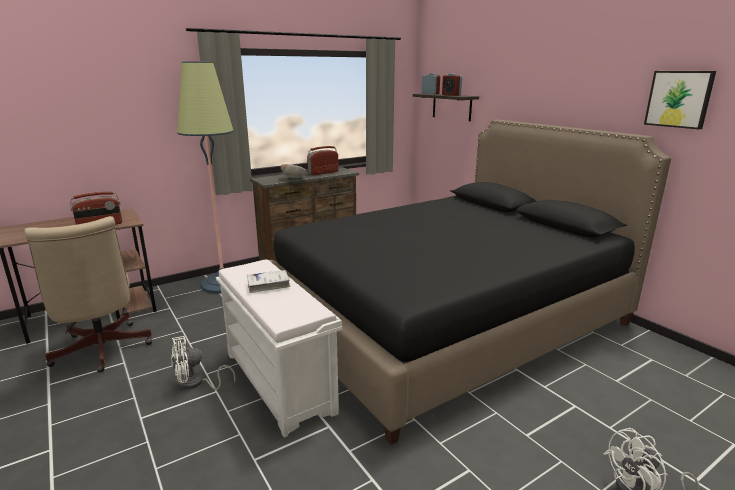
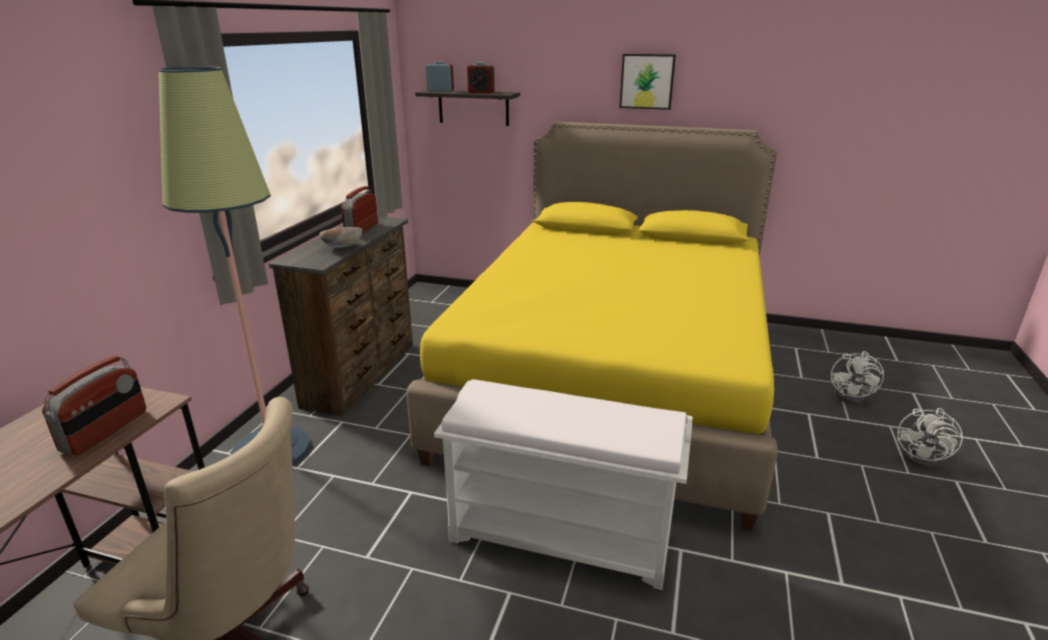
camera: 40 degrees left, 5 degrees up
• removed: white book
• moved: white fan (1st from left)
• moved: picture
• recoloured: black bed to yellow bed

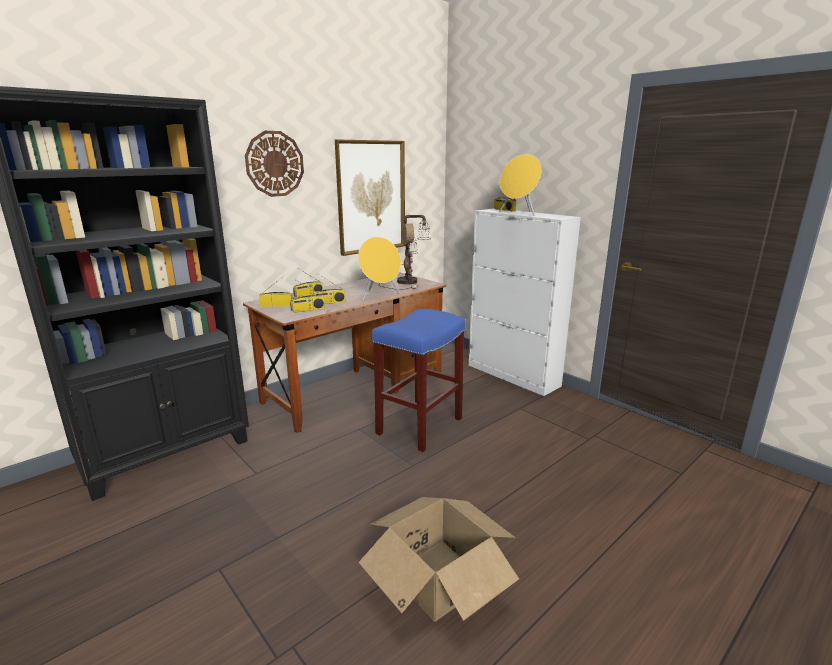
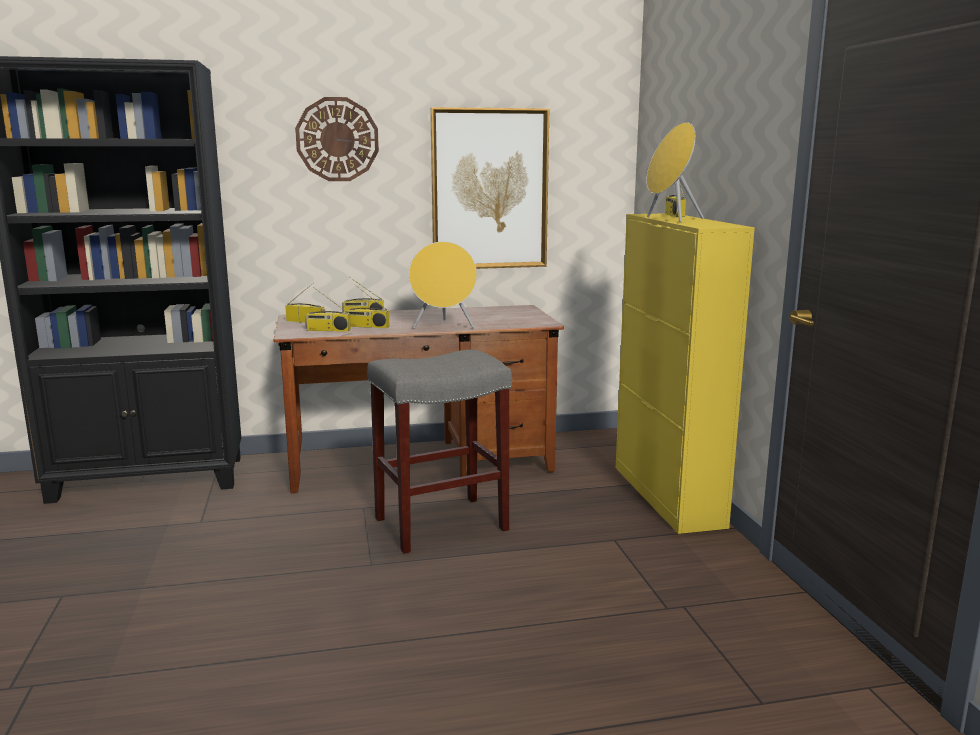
camera: 30 degrees right, 5 degrees down
• removed: cardboard box
• removed: table lamp
• recoloured: blue stool to grey stool
• recoloured: white cabinet to yellow cabinet

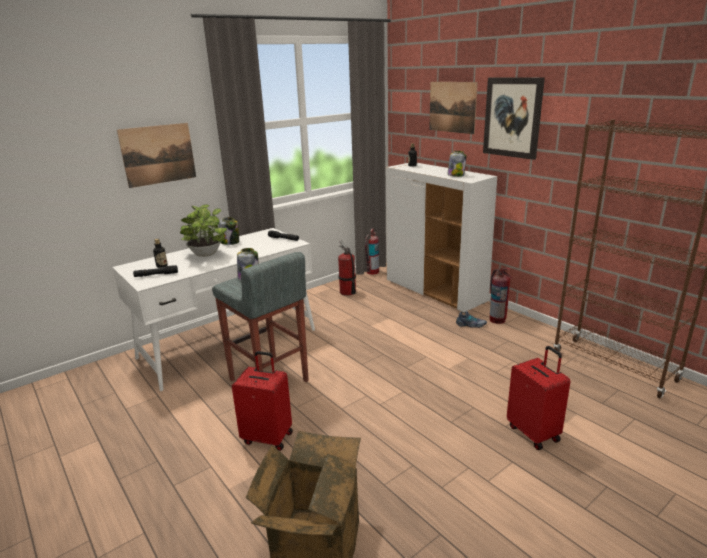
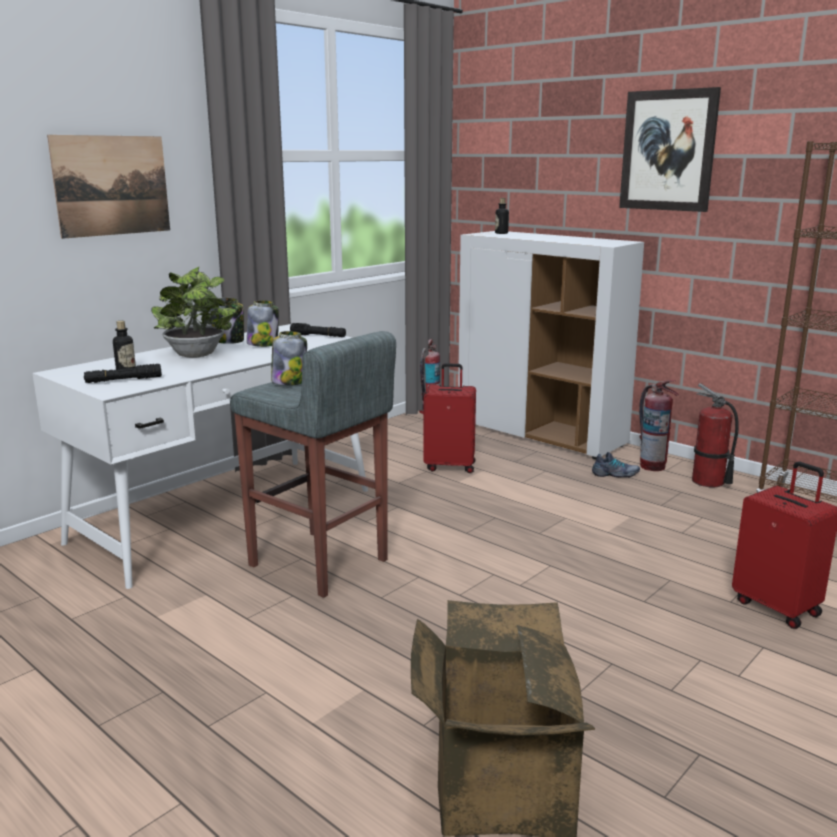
camera: 10 degrees left, 5 degrees down
• removed: picture (2nd from left)
• moved: red suitcase (1st from left)
• moved: fire extinguisher (1st from left in the first image) to fire extinguisher (3rd from left)
• moved: jar (3rd from left in the first image) to jar (2nd from left)

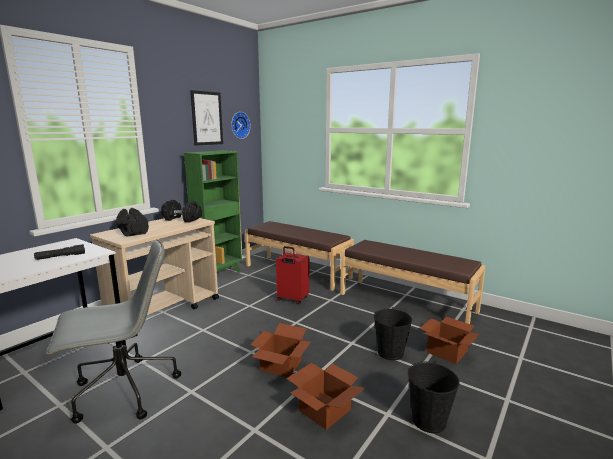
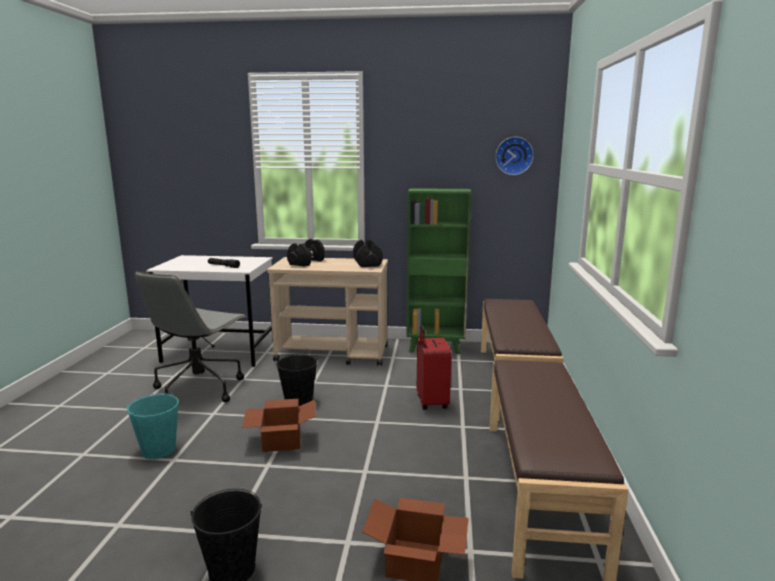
camera: 60 degrees right, 0 degrees up
• removed: picture
• removed: cardboard box (2nd from left)
• added: turquoise bucket
• moved: black bucket (1st from left in the first image) to black bucket (2nd from left)
• turned: grey office chair 75 degrees clockwise

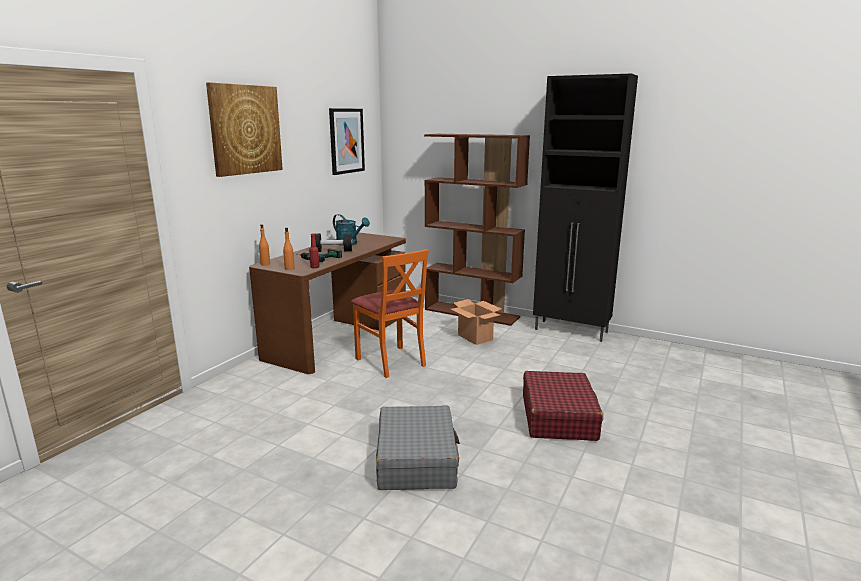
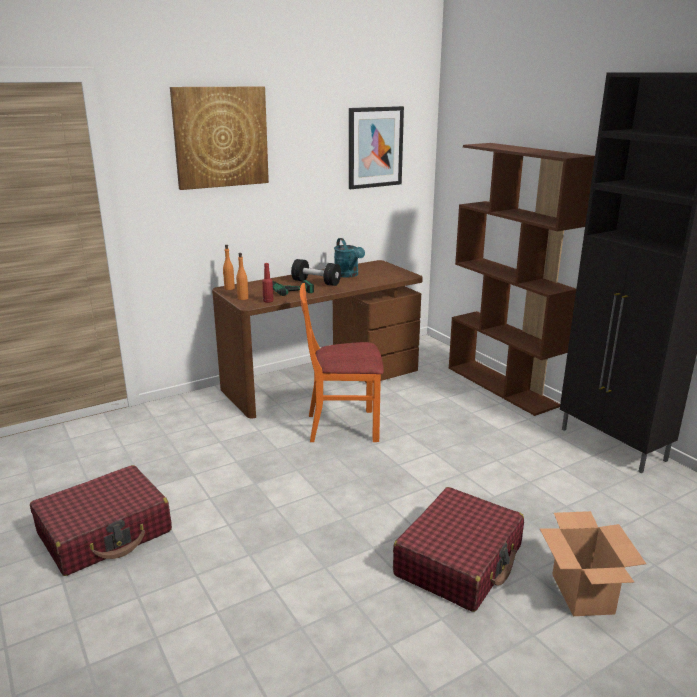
camera: 30 degrees right, 5 degrees up
• removed: grey suitcase
• added: red suitcase (1st from left)
• moved: cardboard box
• turned: orange chair 90 degrees clockwise

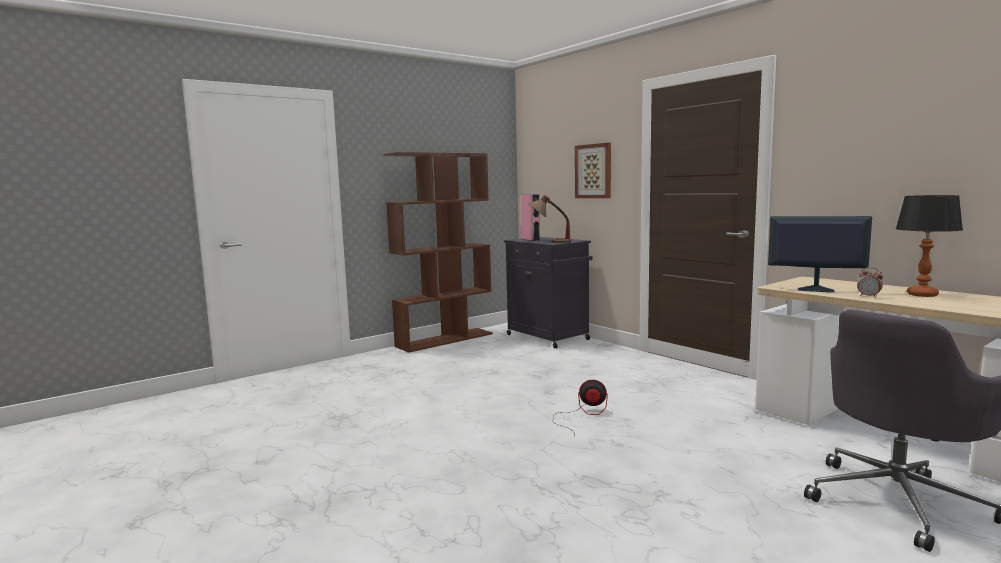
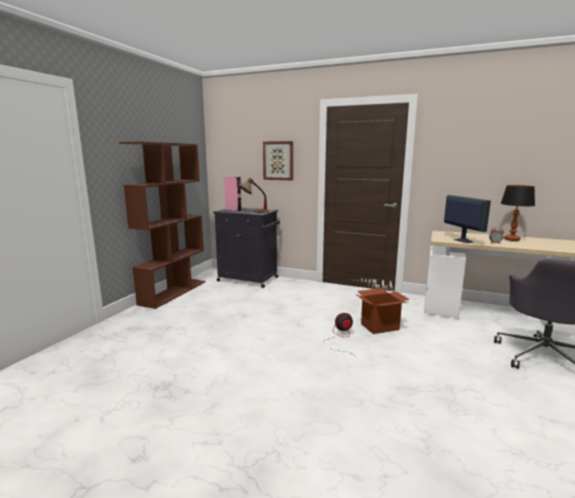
camera: 30 degrees left, 5 degrees up
• added: cardboard box
• turned: monitor 75 degrees clockwise

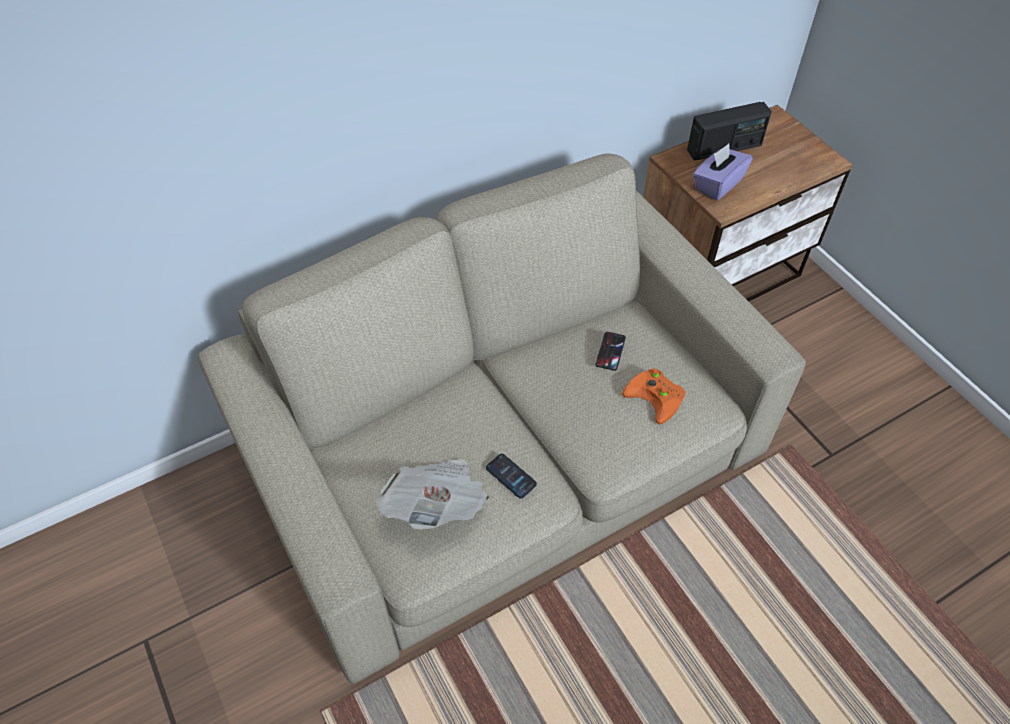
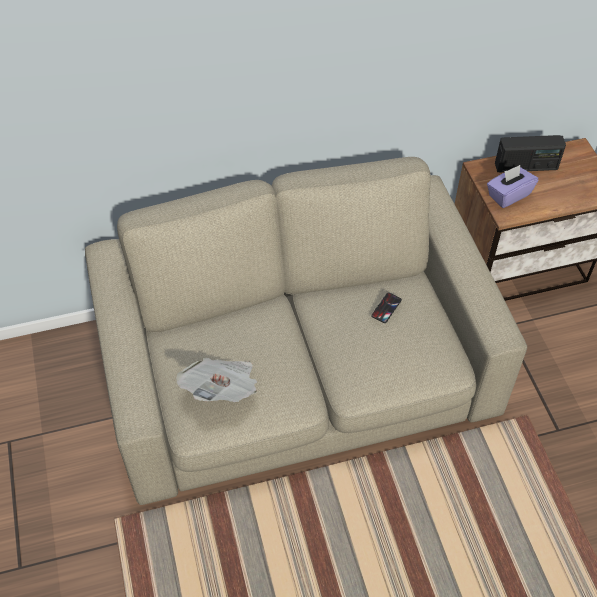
camera: 15 degrees right, 0 degrees up
• removed: phone (1st from left)
• removed: orange game controller

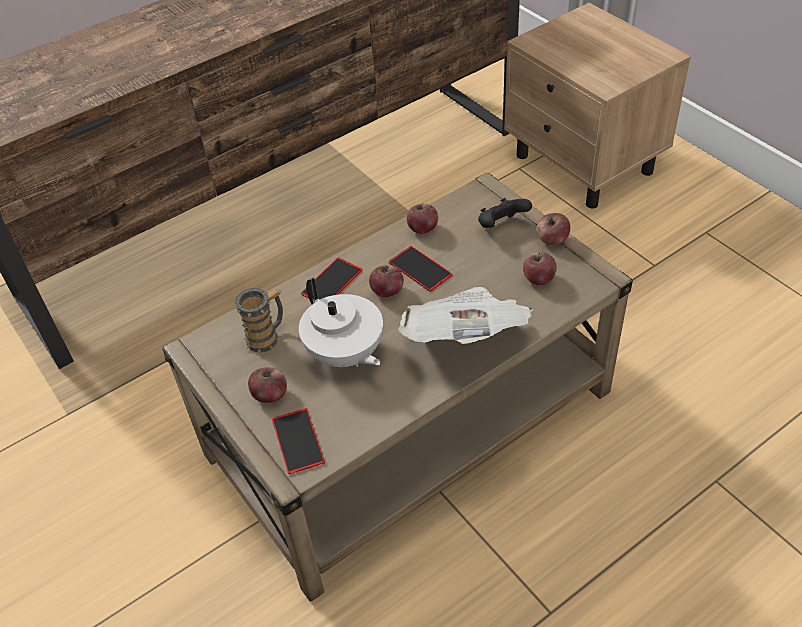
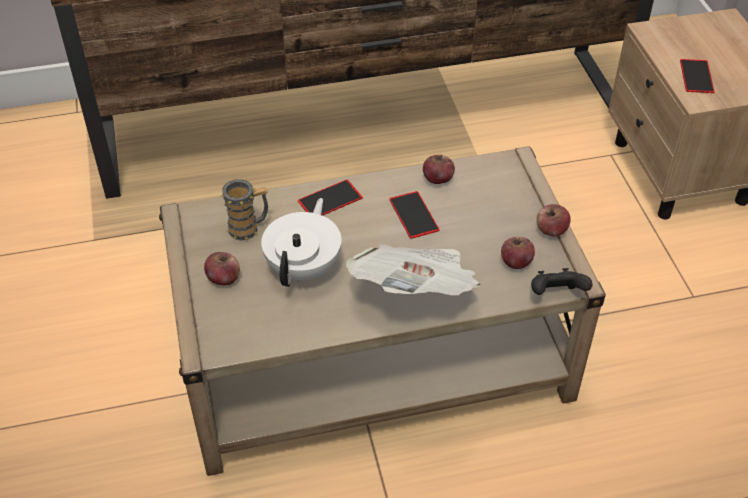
camera: 20 degrees right, 0 degrees up
• removed: apple (2nd from left)
• moved: phone (1st from left in the first image) to phone (3rd from left)
• moved: black game controller
• turned: white teapot 150 degrees counterclockwise

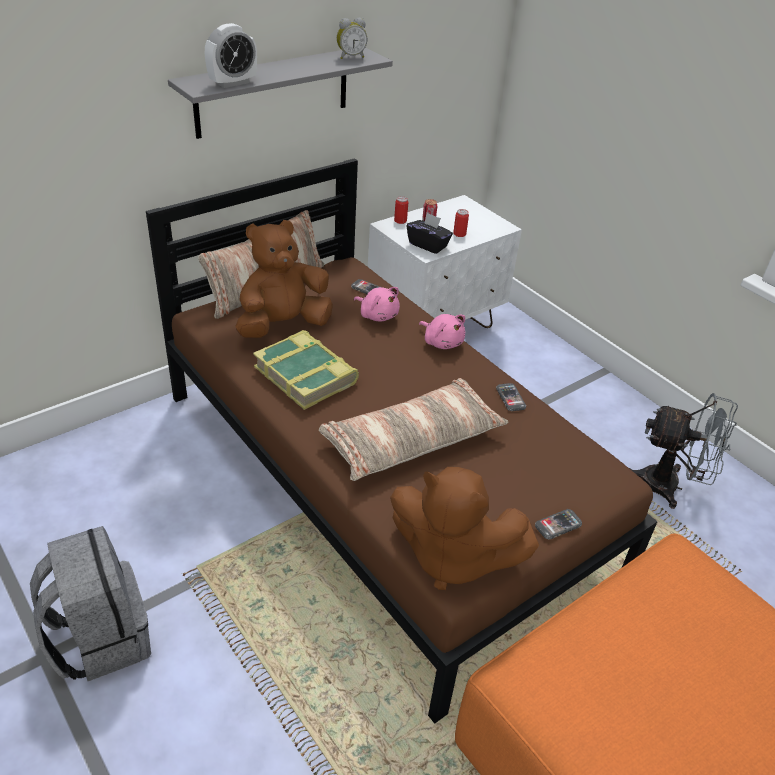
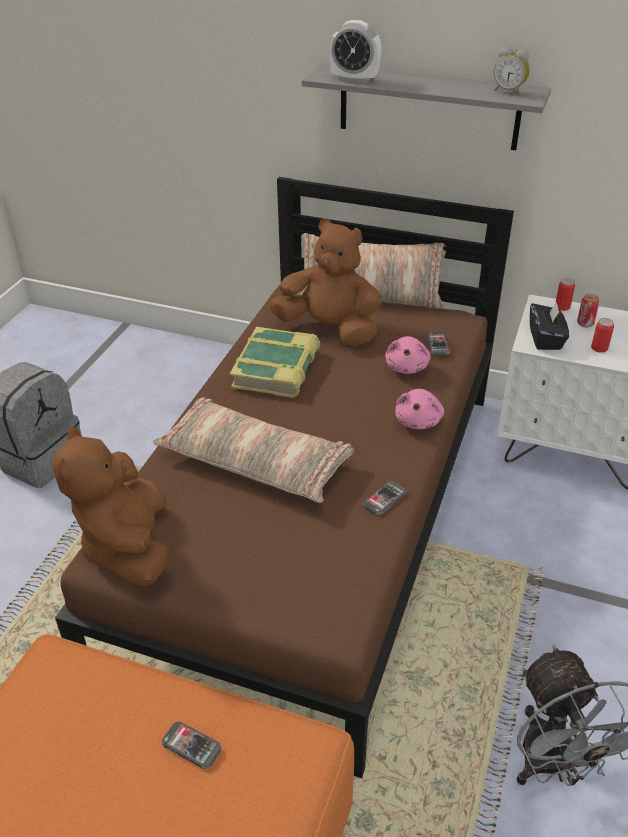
camera: 60 degrees right, 0 degrees up
• moved: phone (3rd from left in the first image) to phone (1st from left)

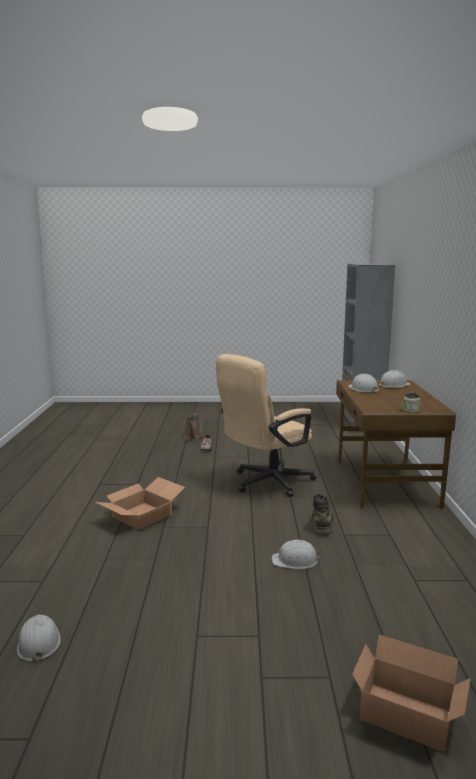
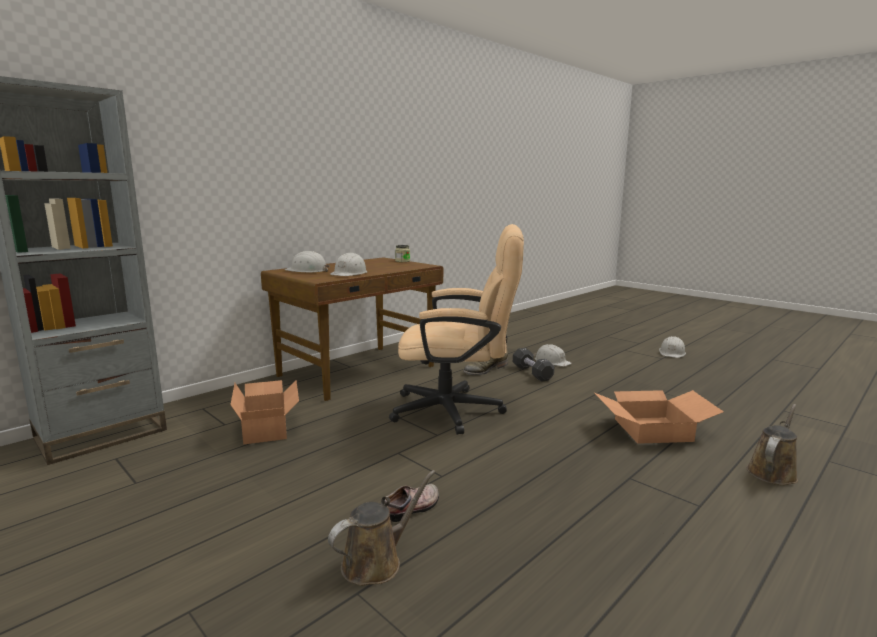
camera: 135 degrees left, 0 degrees up
• added: black dumbbell
• added: brown watering can (2nd from left)
• moved: white hard hat (1st from left in the first image) to white hard hat (4th from left)
• moved: cardboard box (2nd from left in the first image) to cardboard box (1st from left)

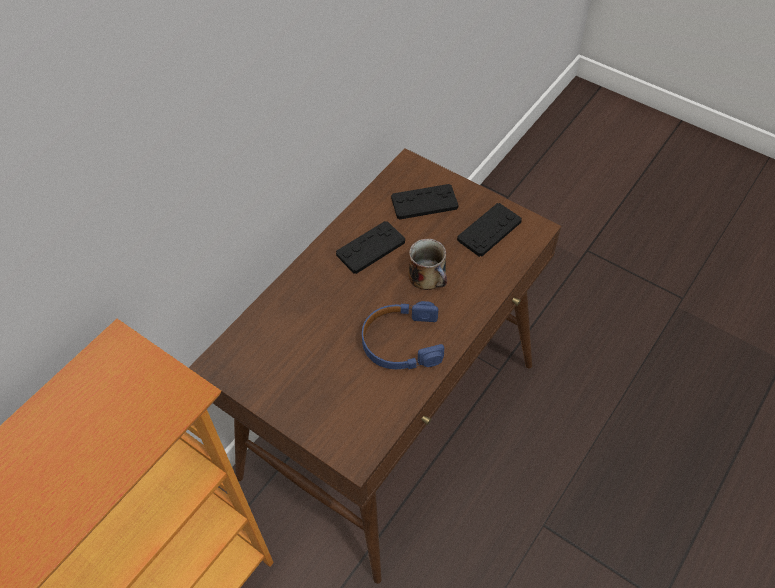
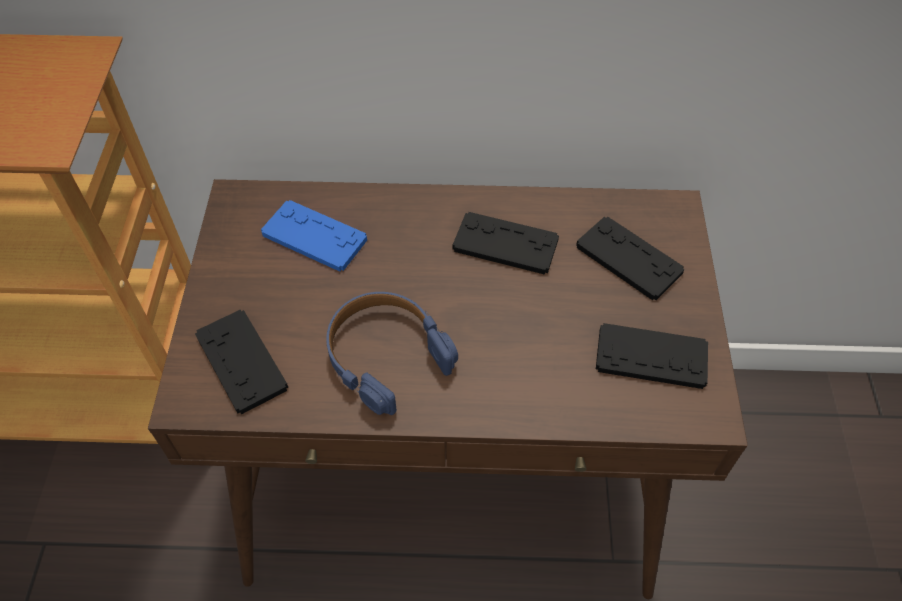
camera: 55 degrees right, 0 degrees up
• removed: mug
• added: black game controller (1st from left)
• added: blue game controller

